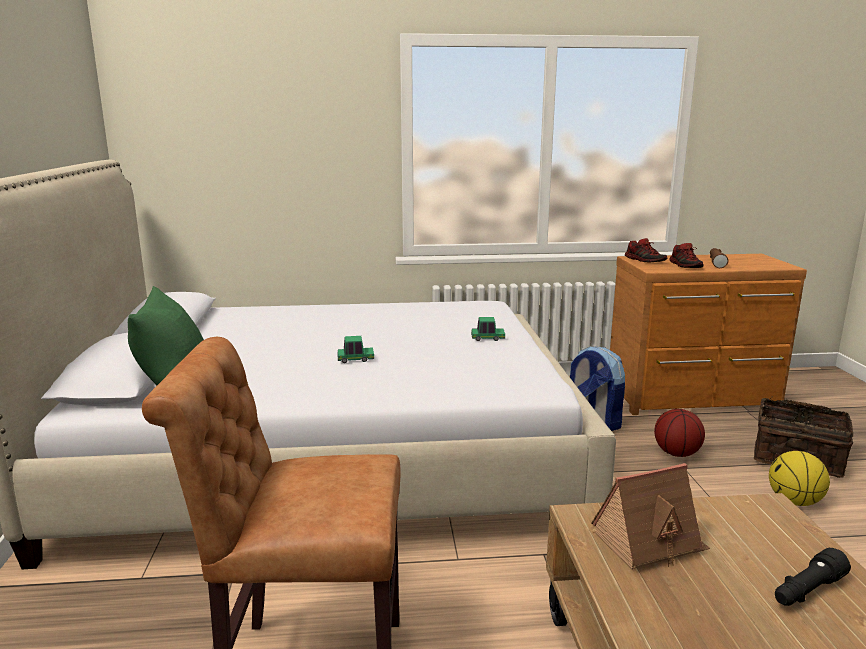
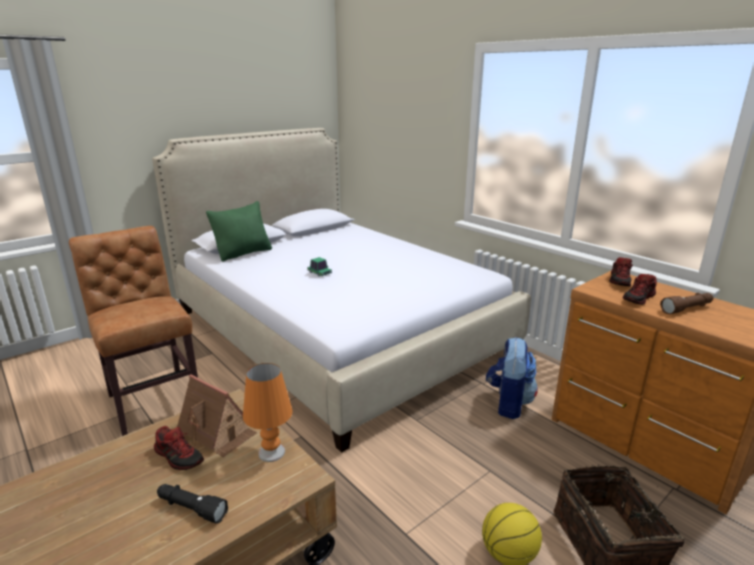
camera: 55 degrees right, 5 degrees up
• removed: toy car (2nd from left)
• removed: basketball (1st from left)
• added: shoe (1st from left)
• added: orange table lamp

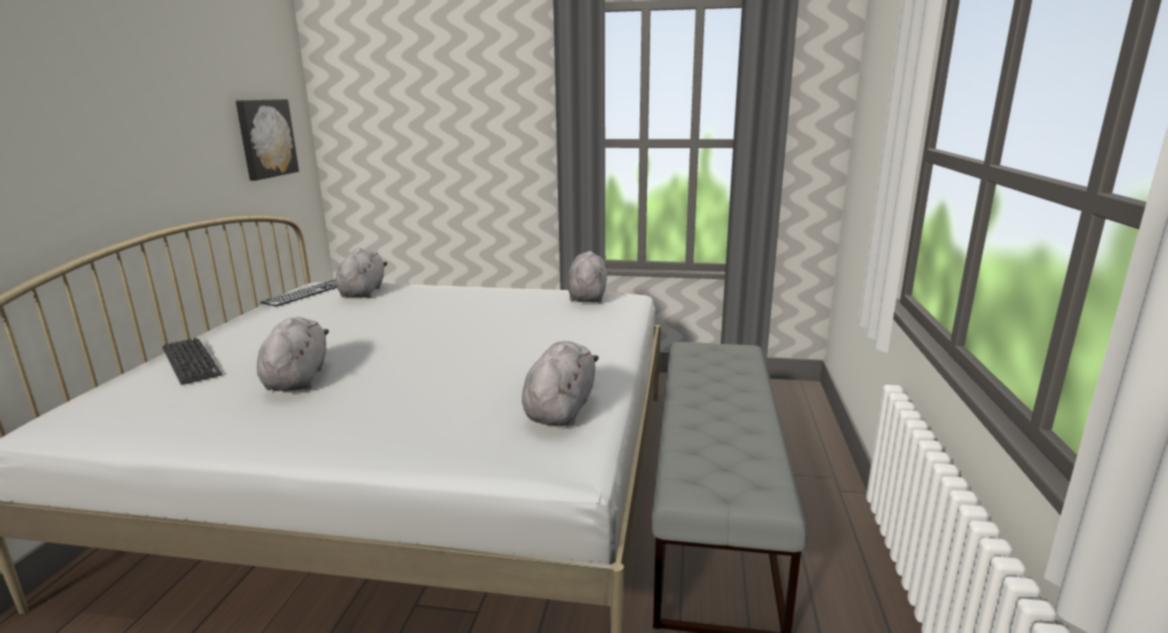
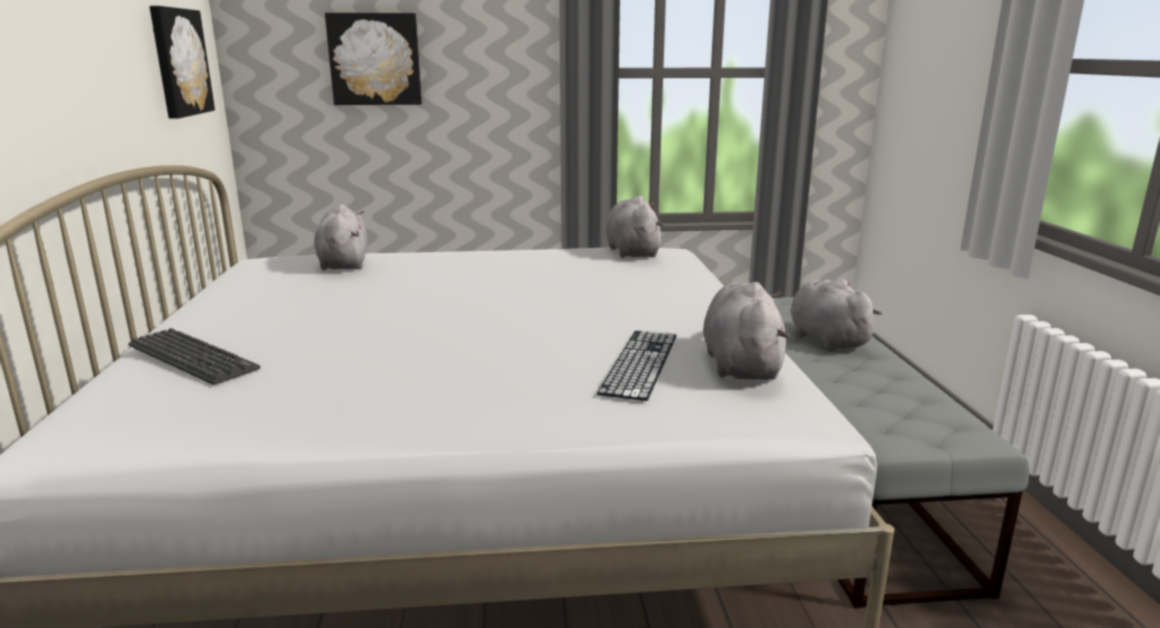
camera: 15 degrees left, 0 degrees up
• added: picture (2nd from left)
• moved: grey plush toy (1st from left in the first image) to grey plush toy (4th from left)
• moved: keyboard (2nd from left)

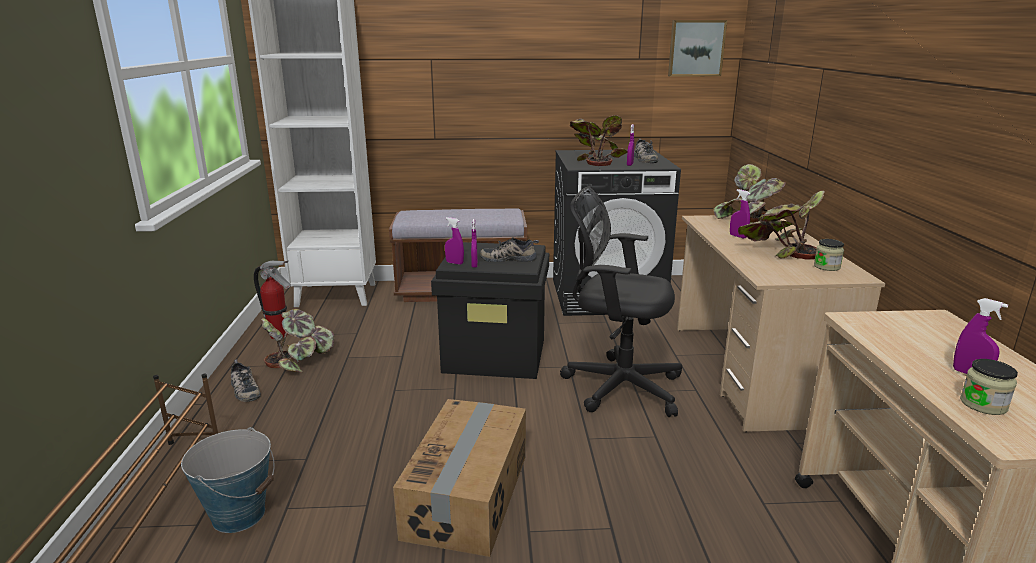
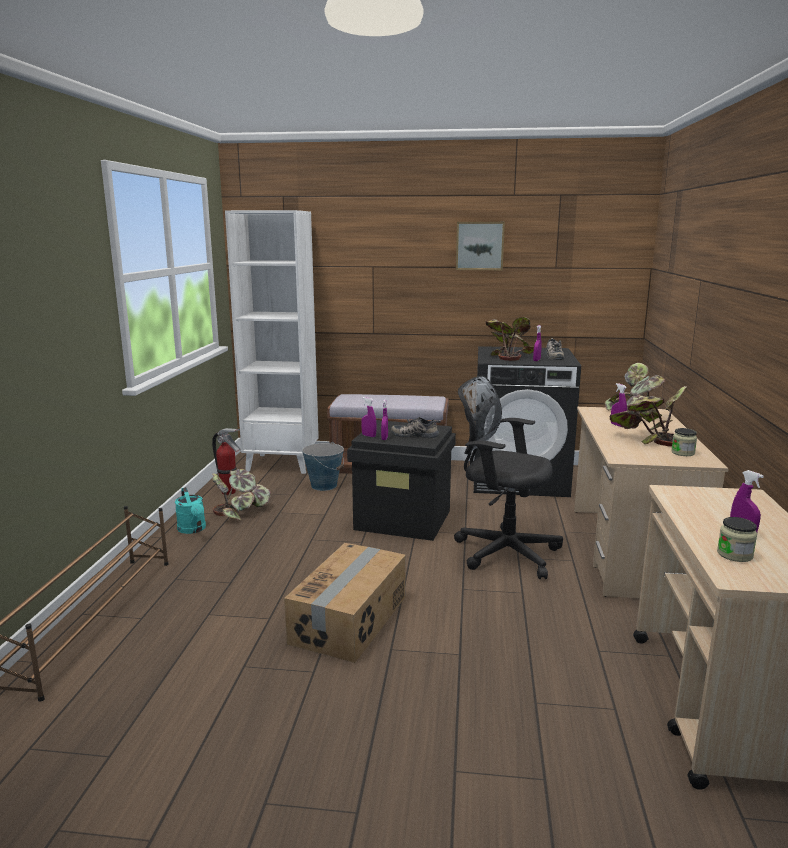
camera: 10 degrees right, 5 degrees down
• moved: bucket
• moved: picture
• replaced: shoe (1st from left) to turquoise watering can

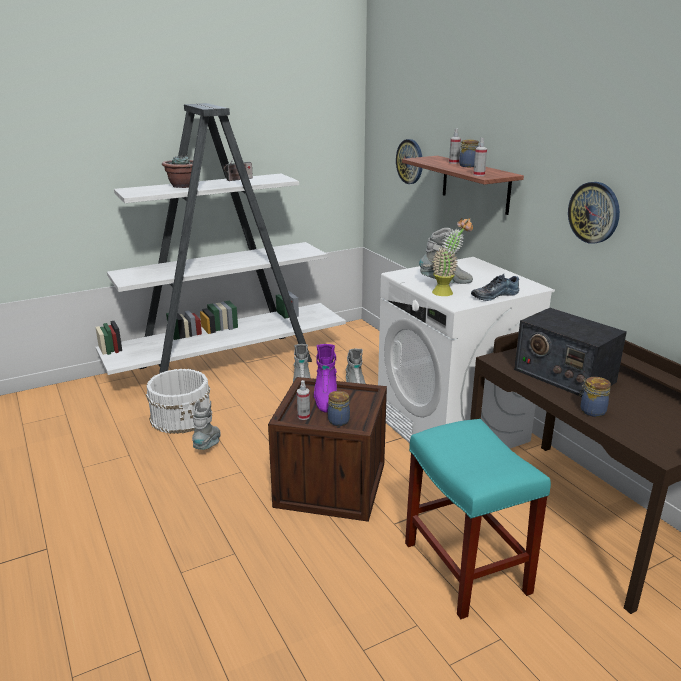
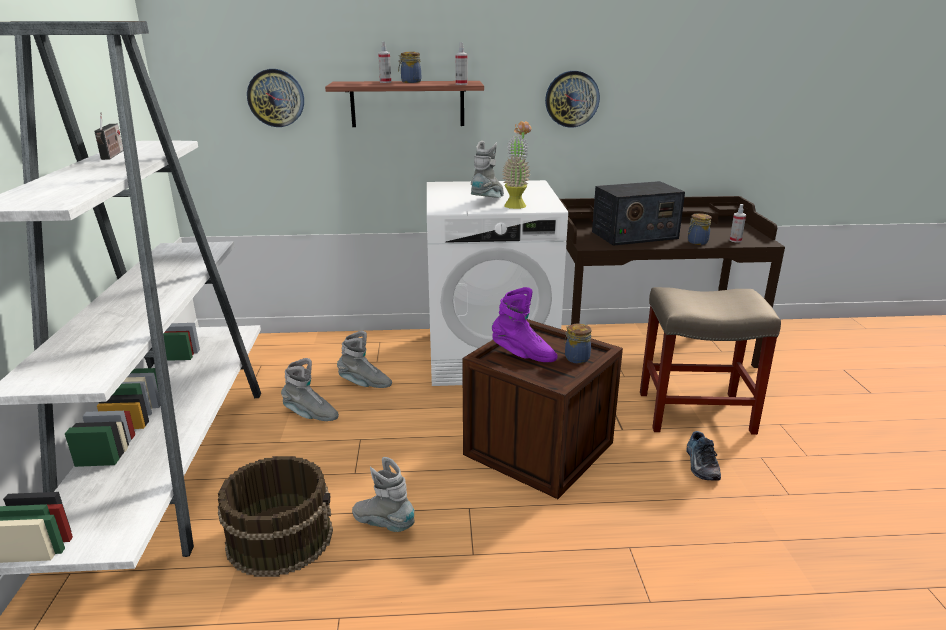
camera: 65 degrees left, 0 degrees up
• removed: potted plant (1st from left)
• moved: spray bottle (1st from left in the first image) to spray bottle (3rd from left)
• moved: shoe
• recoloured: white bucket to brown bucket
• recoloured: turquoise stool to beige stool

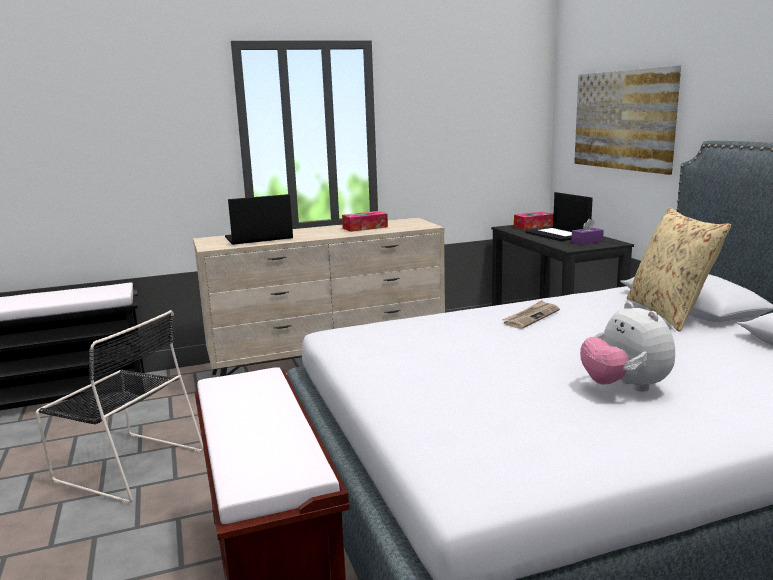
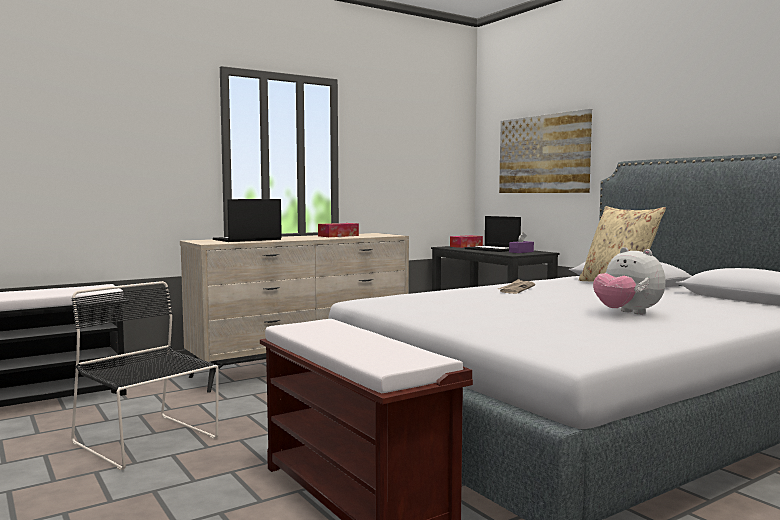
camera: 15 degrees left, 10 degrees down
• turned: black chair 150 degrees counterclockwise

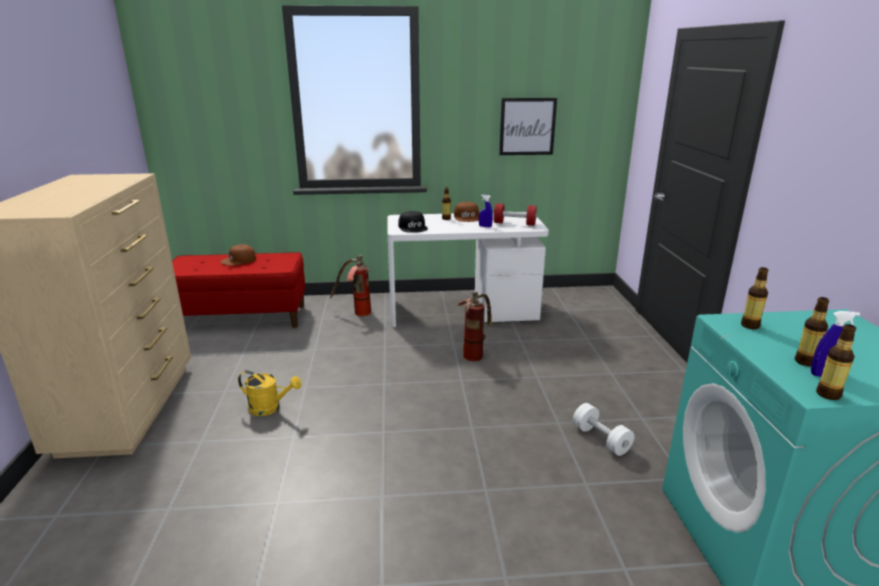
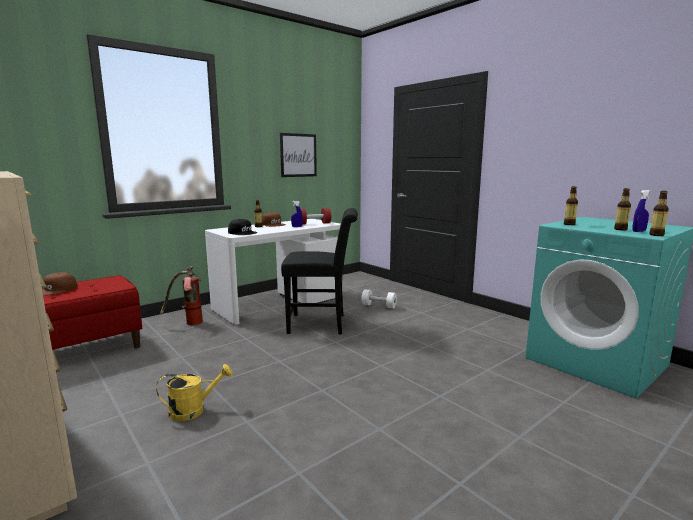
camera: 35 degrees left, 10 degrees down
• moved: white dumbbell
• replaced: fire extinguisher (2nd from left) to black chair

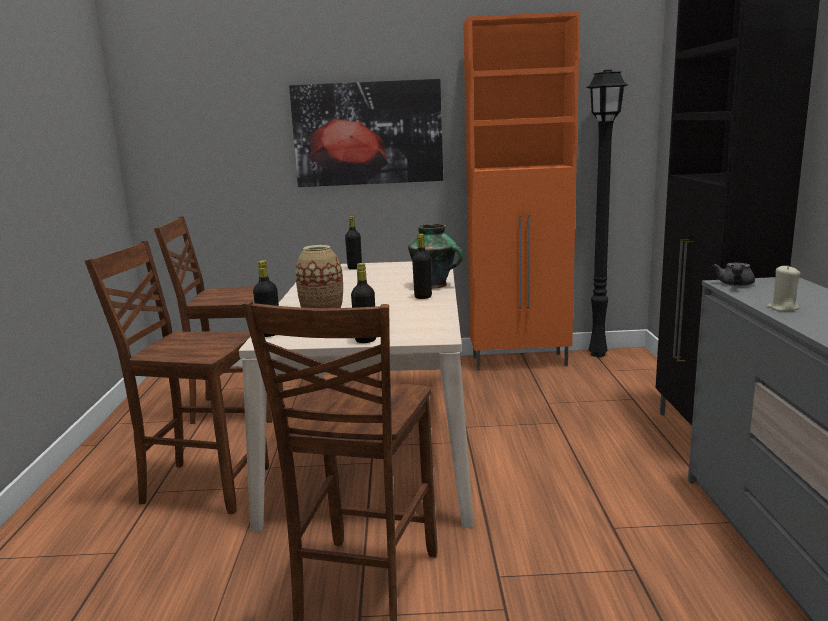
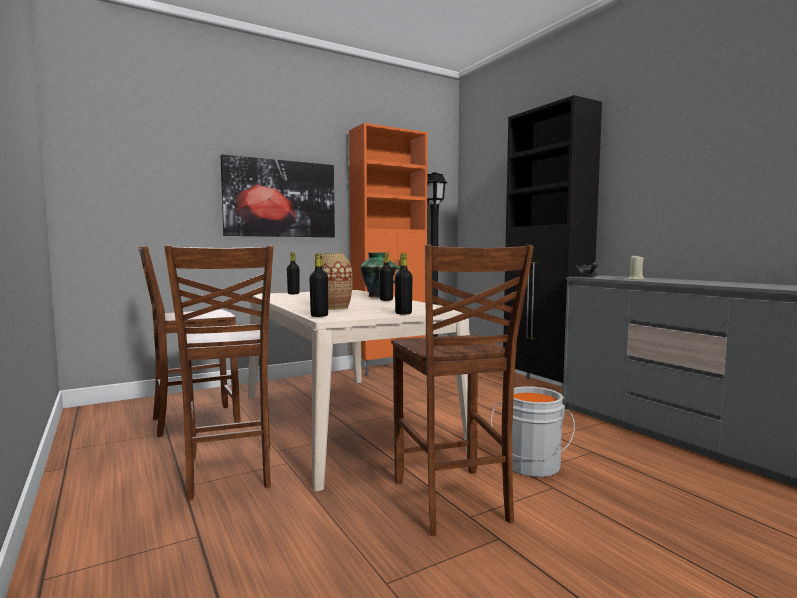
camera: 30 degrees left, 10 degrees down
• added: grey bucket
• turned: brown chair (1st from left in the first image) 90 degrees counterclockwise

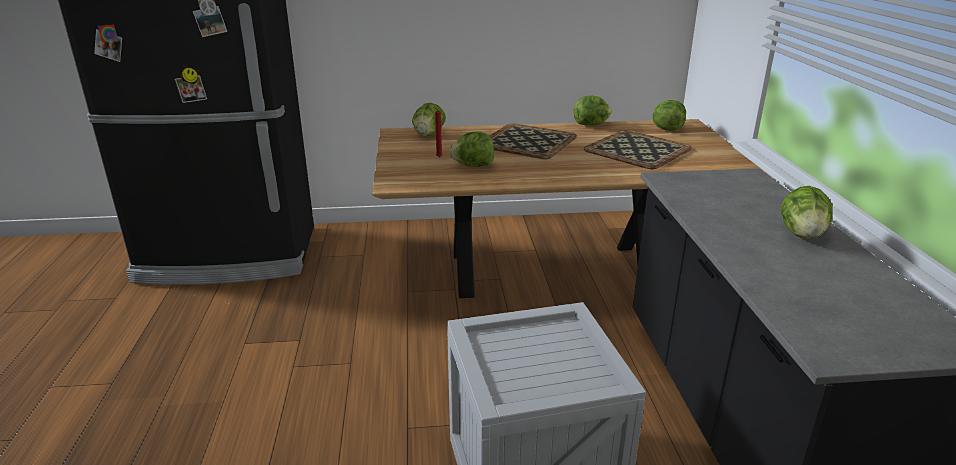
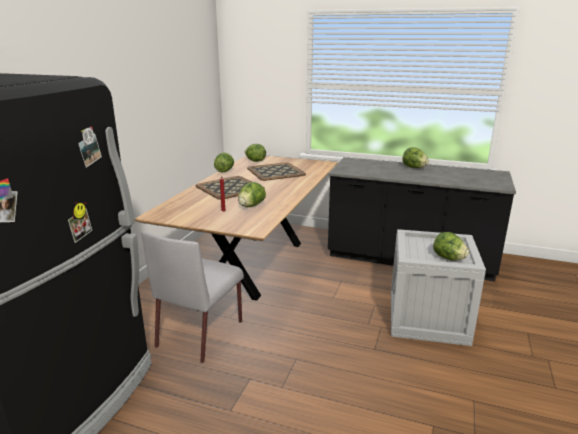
camera: 65 degrees left, 5 degrees down
• added: grey chair
• moved: lettuce (1st from left in the first image) to lettuce (5th from left)

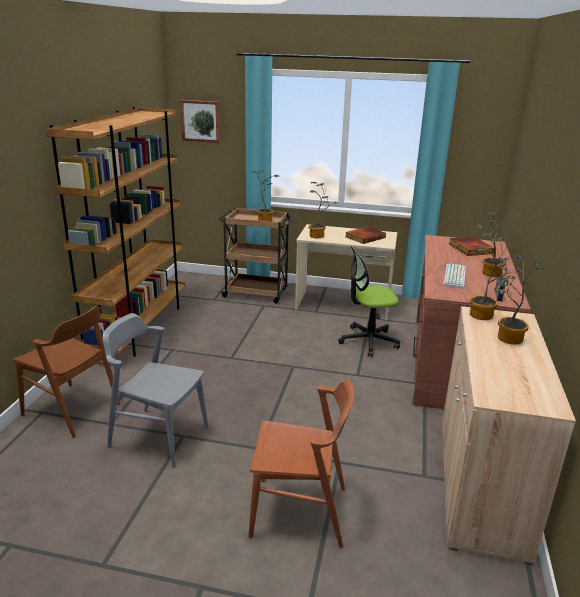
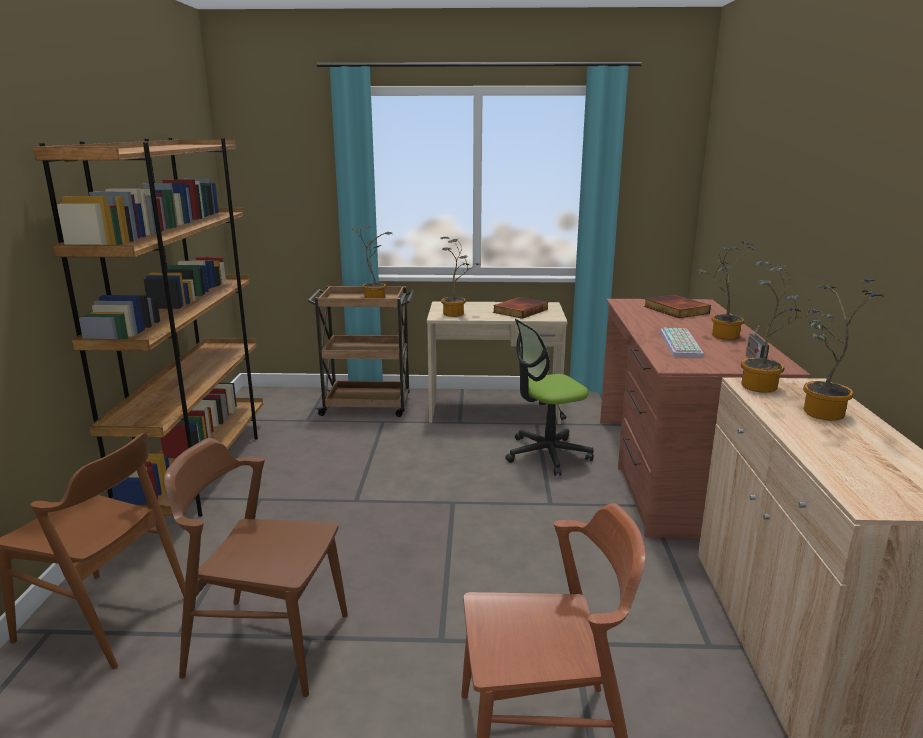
camera: 10 degrees left, 5 degrees down
• removed: picture
• recoloured: grey chair to brown chair (2nd from left)

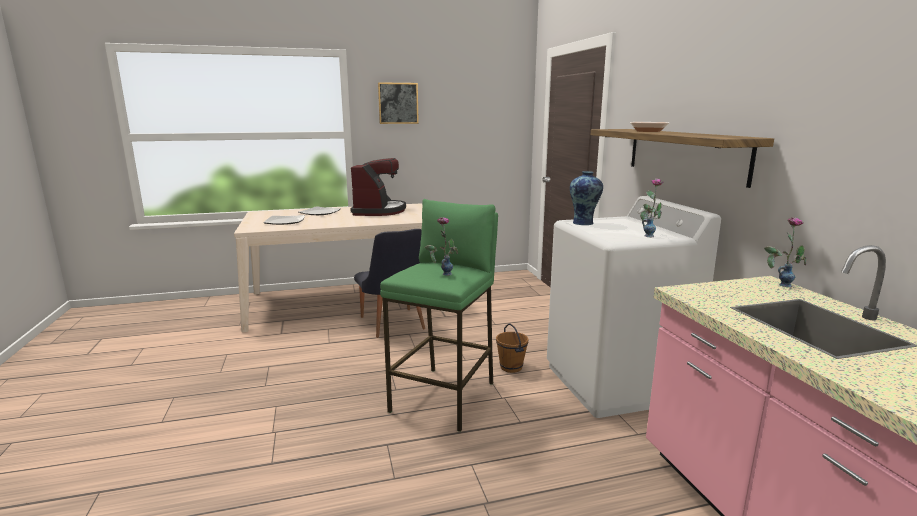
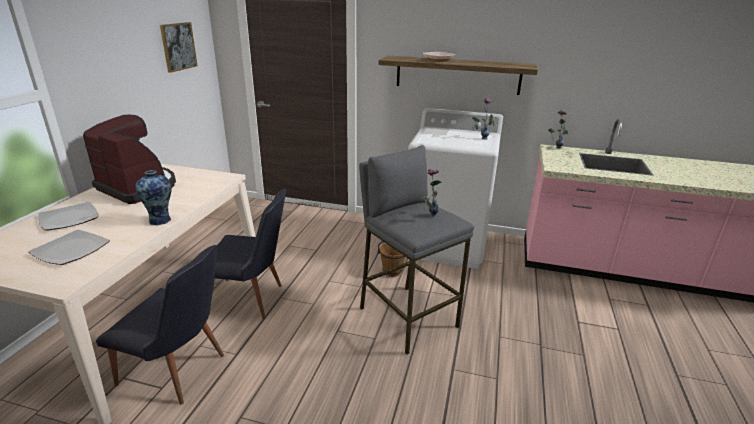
camera: 60 degrees left, 10 degrees up
• added: black chair (1st from left)
• moved: picture
• moved: vase (2nd from left in the first image) to vase (1st from left)
• recoloured: green stool to grey stool

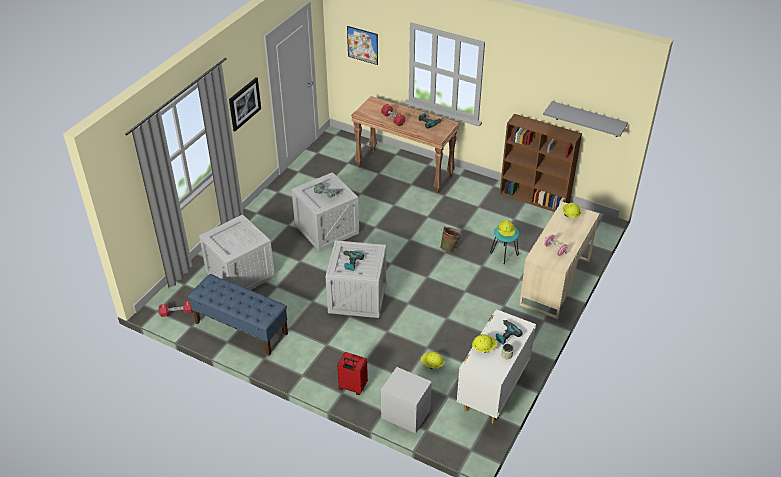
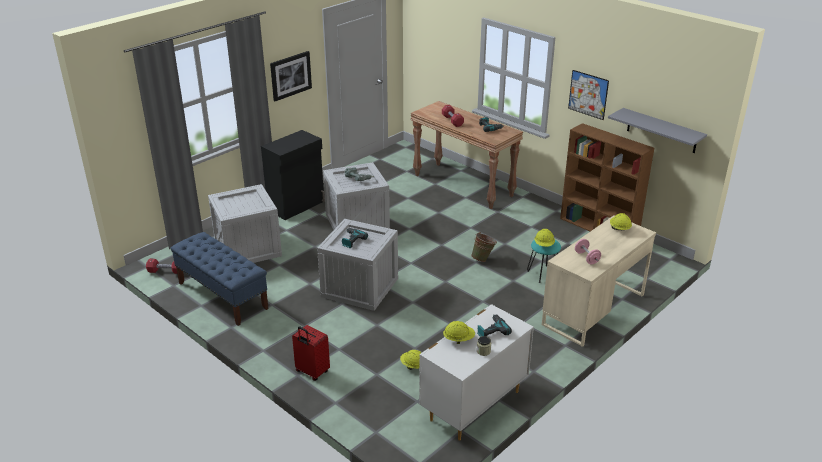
camera: 15 degrees right, 10 degrees down
• removed: grey nightstand
• added: black cabinet
• moved: picture (2nd from left)

